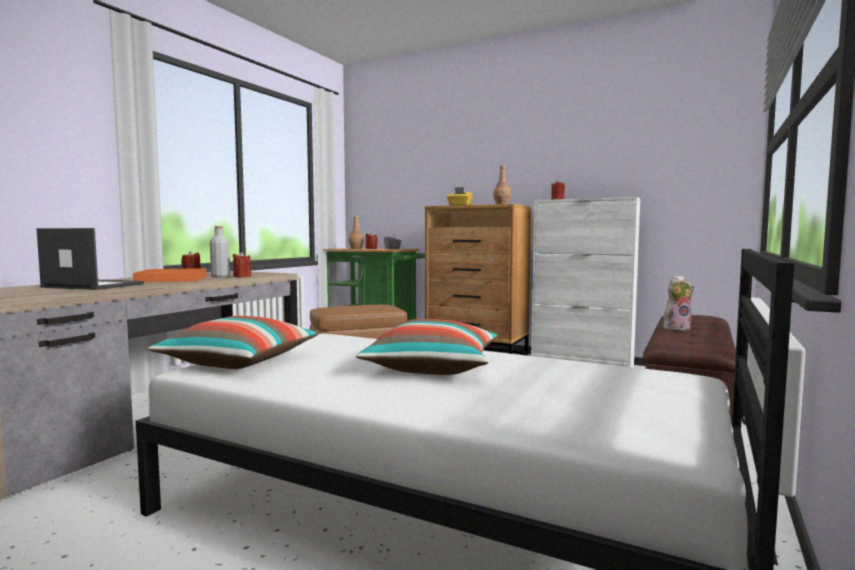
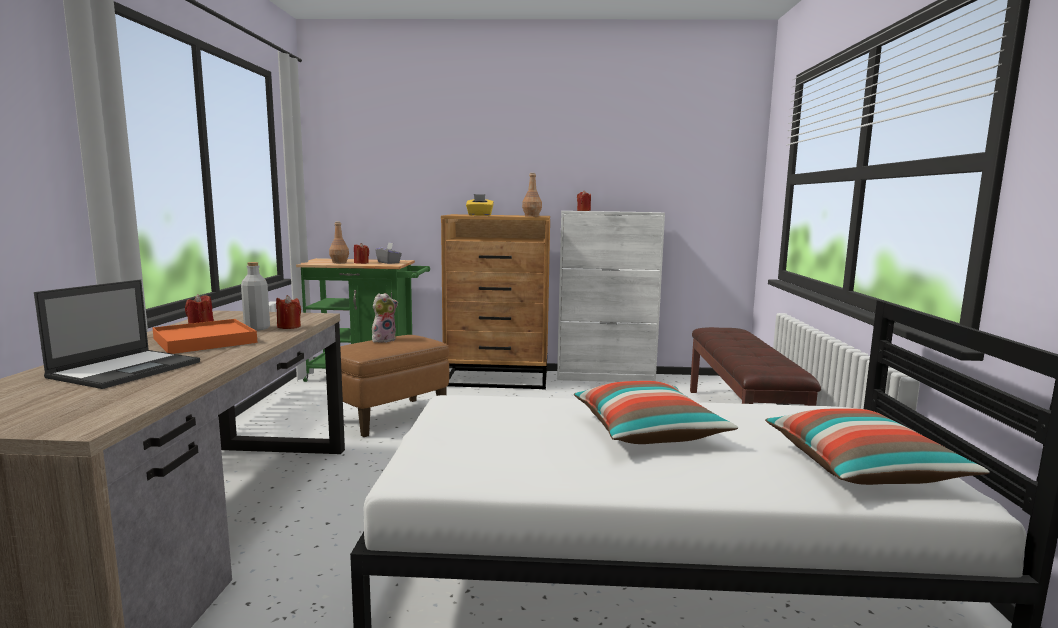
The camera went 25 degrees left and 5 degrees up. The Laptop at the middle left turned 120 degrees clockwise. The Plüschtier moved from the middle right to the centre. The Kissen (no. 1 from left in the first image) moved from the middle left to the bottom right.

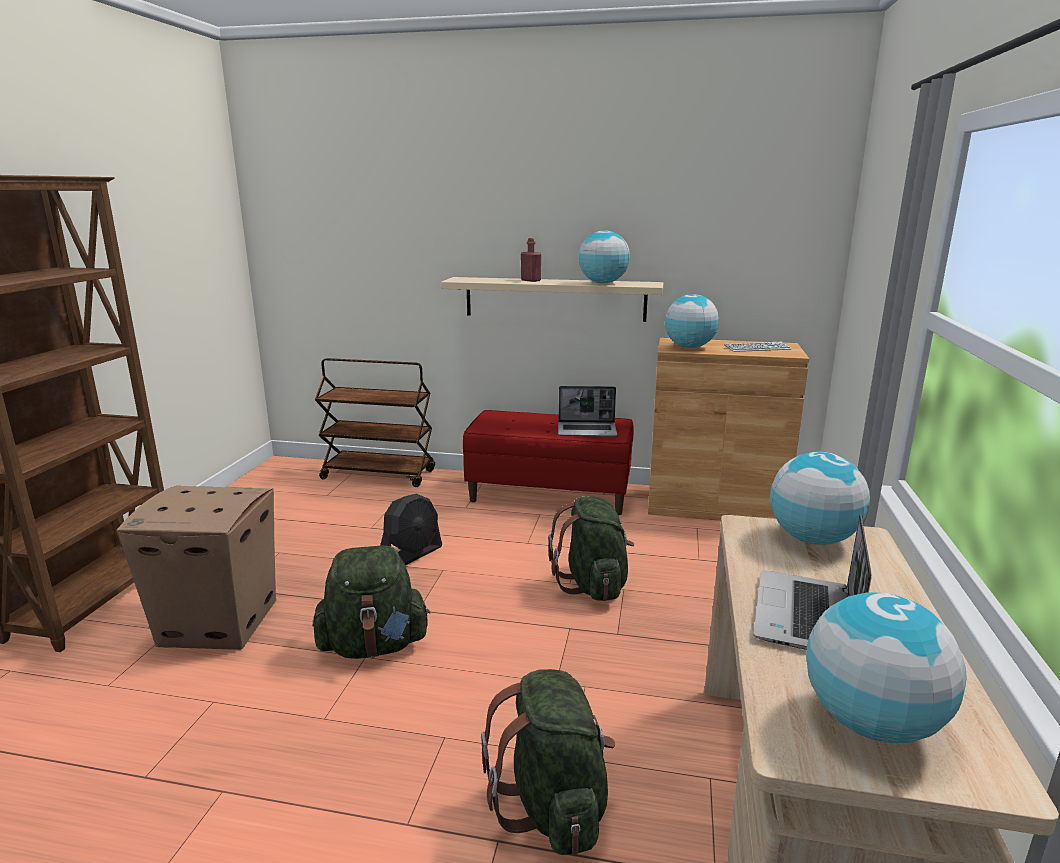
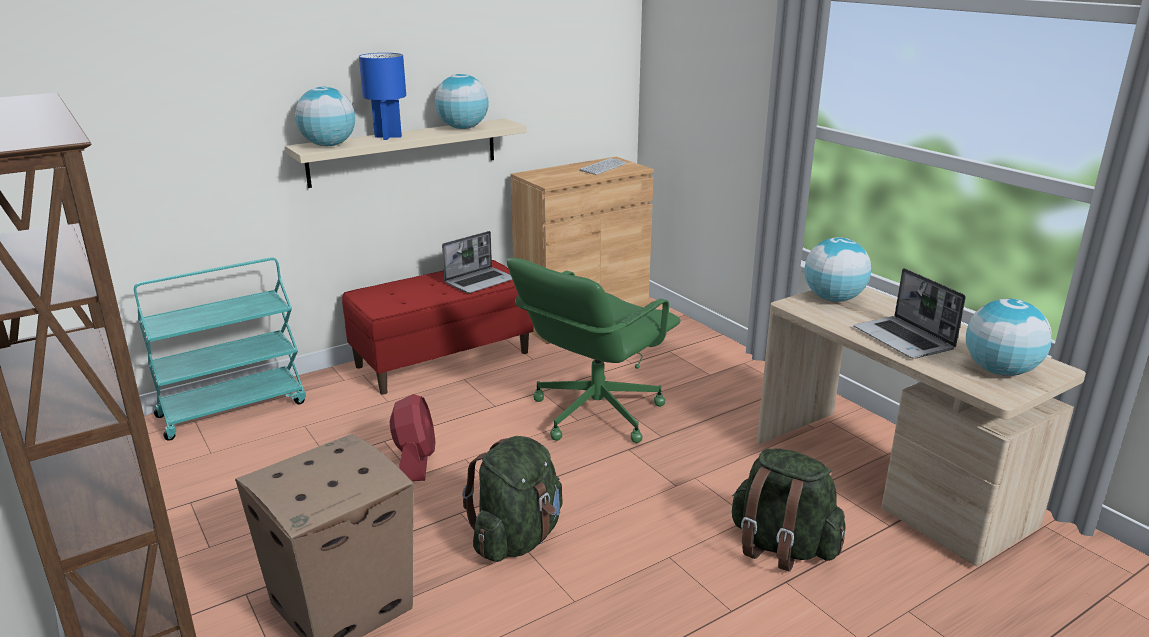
The camera went 45 degrees left and 5 degrees up. The Flasche [rot] at the top centre was replaced by the Tischlampe [blau] at the top left. The Globus (no. 2 from left in the first image) moved from the centre to the top left. The Rollwagen [braun] at the centre became the Rollwagen [türkis] at the middle left. The Ventilator [schwarz] at the centre became the Ventilator [rot] at the bottom centre. The Rucksack [grün] (no. 3 from left) at the centre was replaced by the Bürostuhl [grün] at the centre.

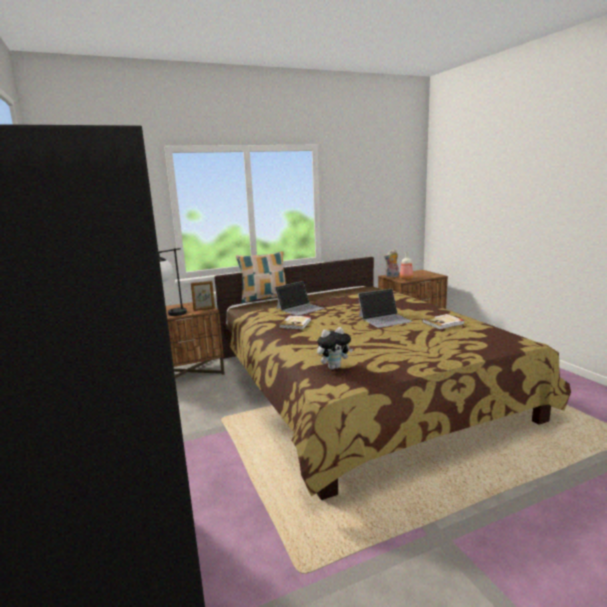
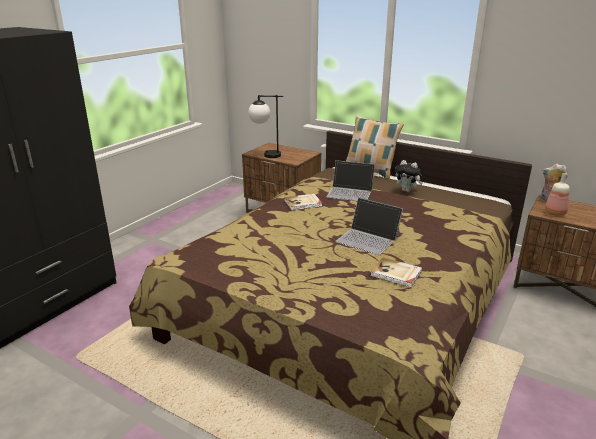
The camera went 55 degrees right and 10 degrees up. The Bilderrahmen at the centre disappeared. The Plüschtier (no. 1 from left) moved from the centre to the middle right.

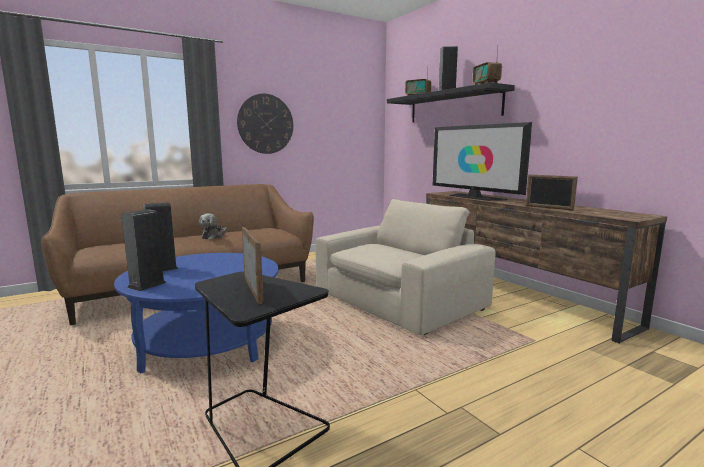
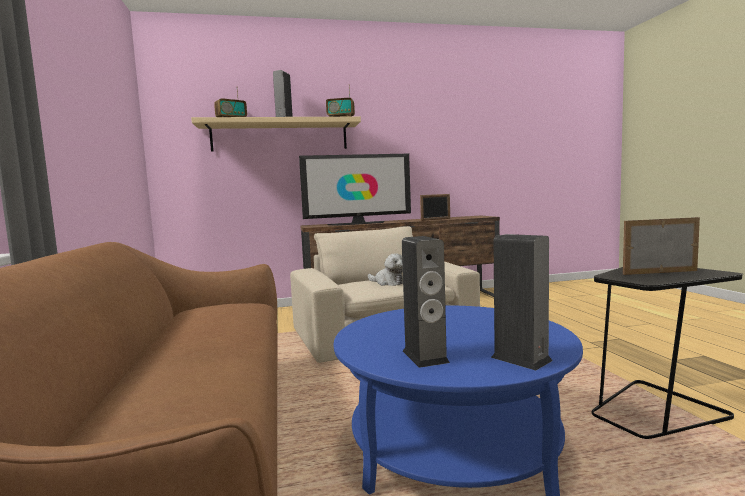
The camera went 70 degrees left and 5 degrees down. The Wandregal [schwarz] at the top centre became the Wandregal [beige] at the top centre. The Wanduhr at the top centre disappeared. The Plüschtier moved from the middle left to the centre.

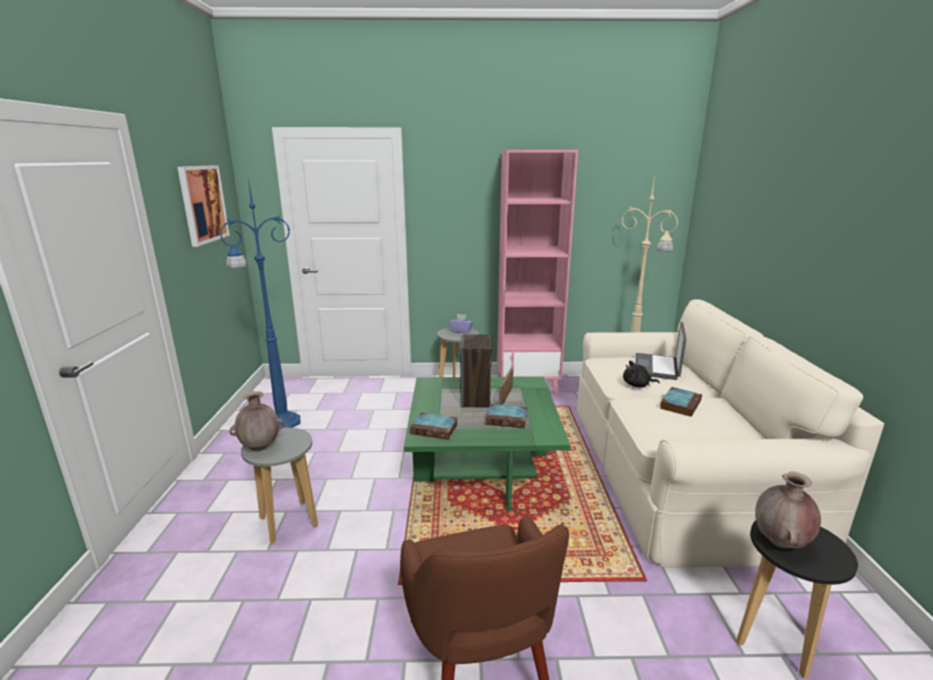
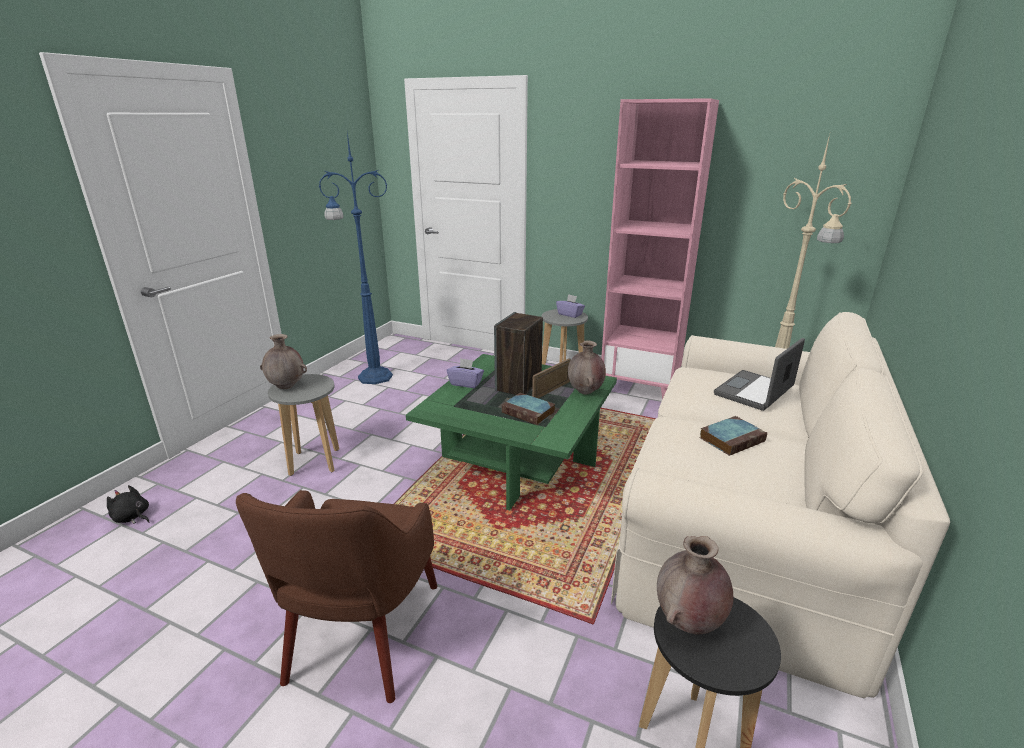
The camera went 25 degrees right and 5 degrees up. The Bild at the top left disappeared. The Plüschtier [schwarz] moved from the middle right to the bottom left. The Buch (no. 1 from left) at the centre disappeared. The Vase [braun] (no. 2 from left) at the centre appeared. The Taschentuchbox [lila] (no. 1 from left) at the centre appeared.

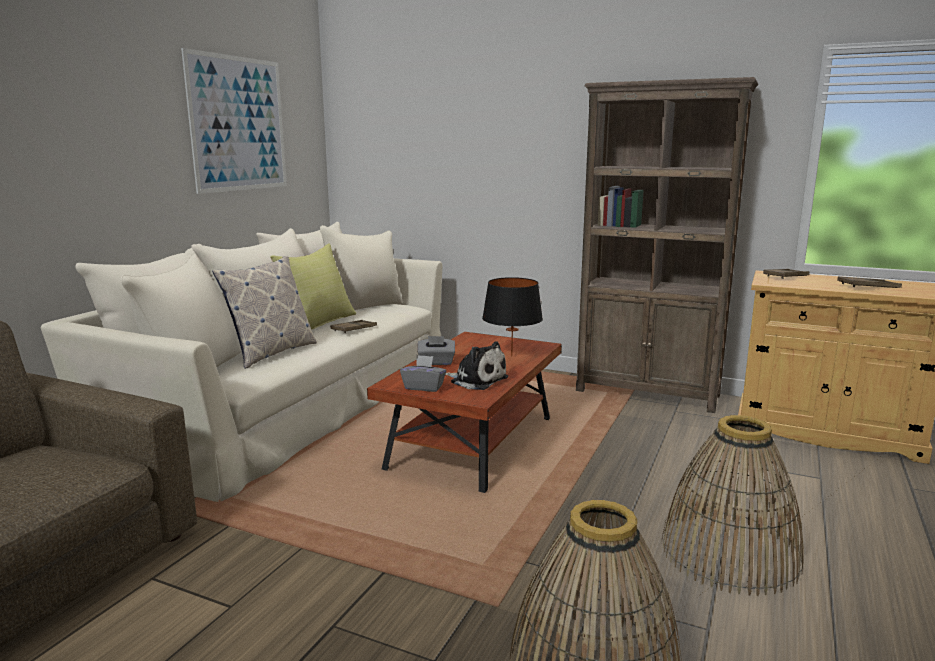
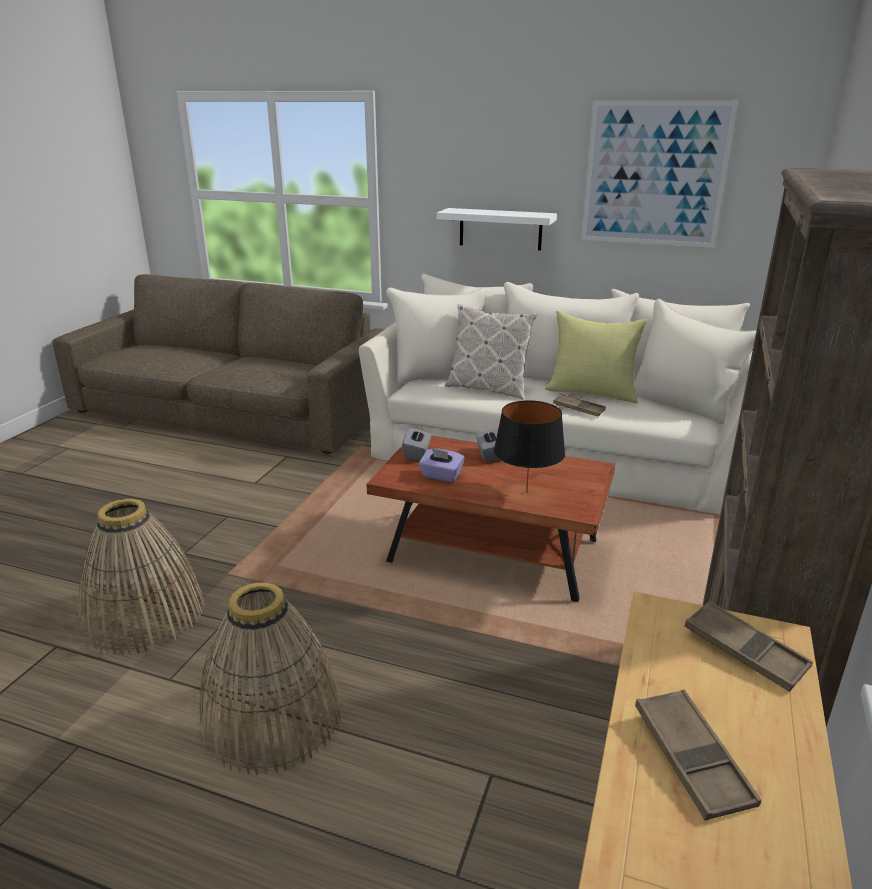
The camera went 85 degrees right and 10 degrees up. The Plüschtier at the centre was replaced by the Taschentuchbox [lila] at the centre. The Wandregal [weiß] at the top centre appeared.

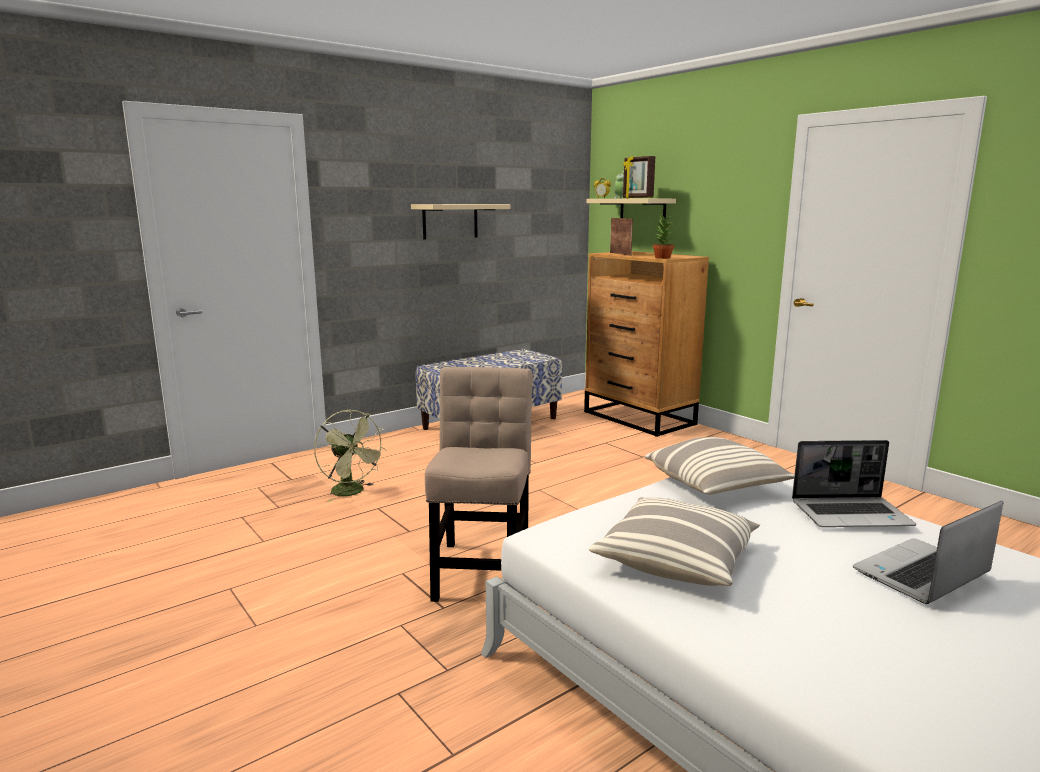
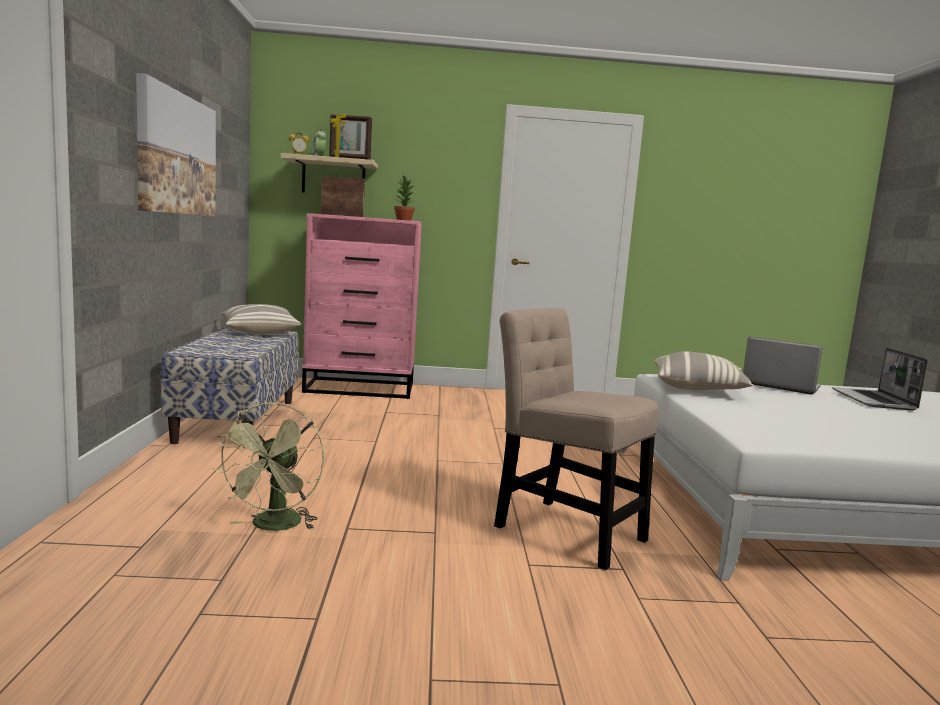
The camera went 55 degrees left and 5 degrees down. The Wandregal [beige] (no. 1 from left) at the top centre was replaced by the Bild at the top left. The Kommode [braun] at the centre became the Kommode [rosa] at the centre. The Ventilator [grün] at the centre turned 105 degrees clockwise. The Laptop (no. 1 from left) at the middle right turned 90 degrees counterclockwise. The Kissen (no. 1 from left) moved from the bottom centre to the middle left.

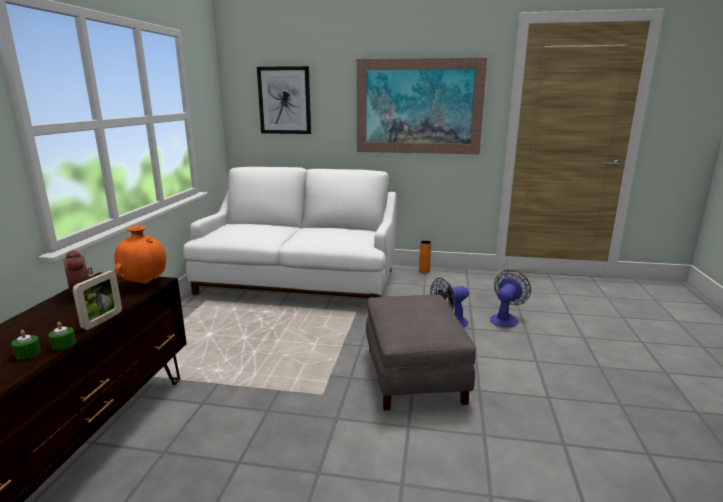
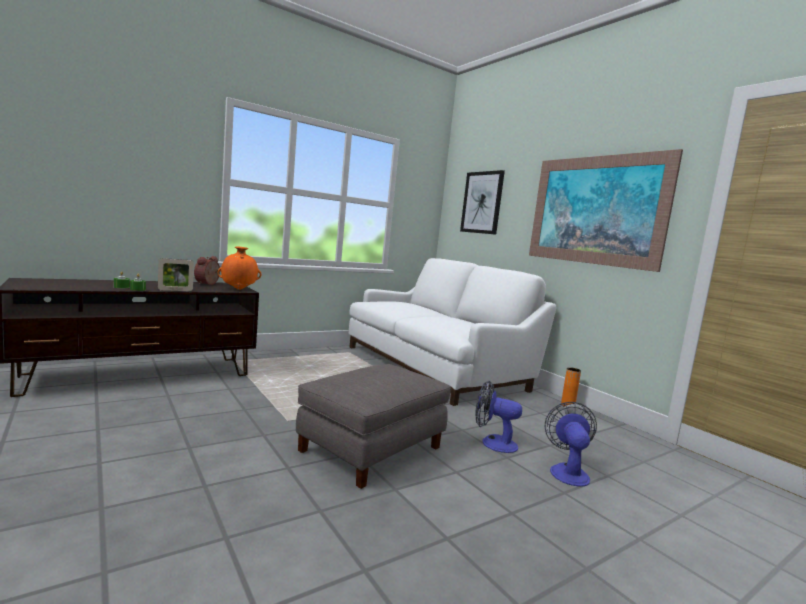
The camera went 45 degrees right and 10 degrees down. The Ventilator (no. 2 from left) at the middle right turned 75 degrees counterclockwise.

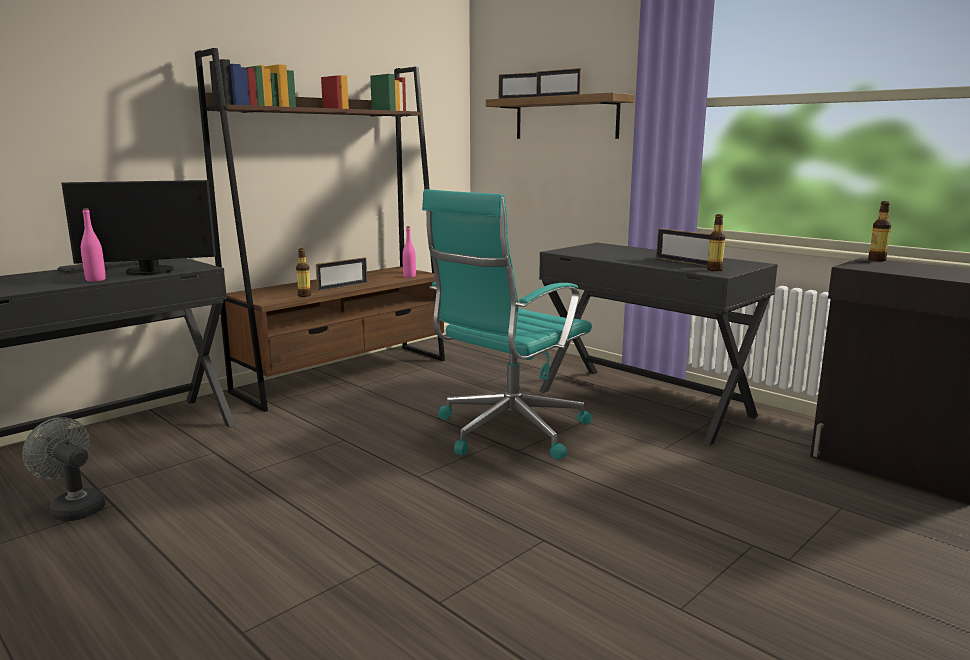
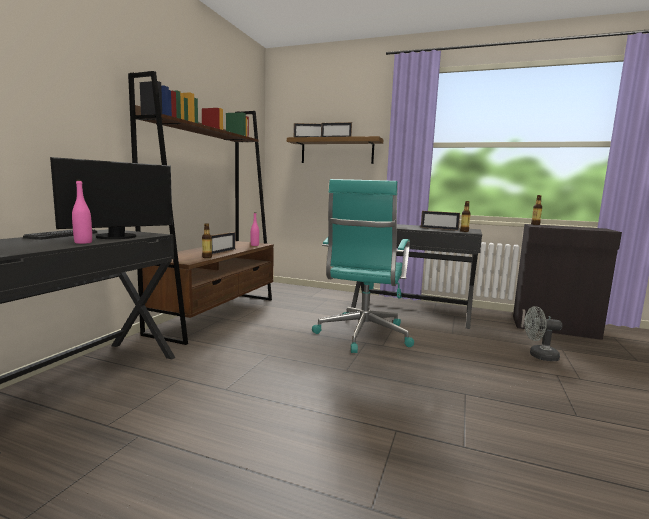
The camera went 25 degrees left and 5 degrees down. The Ventilator [grau] moved from the bottom left to the middle right.

